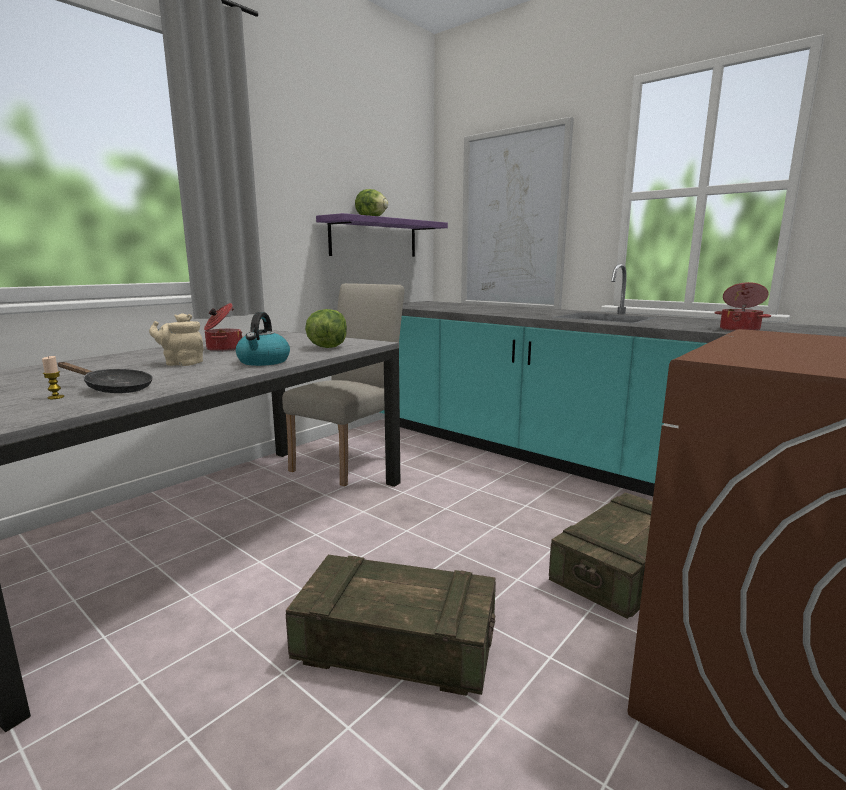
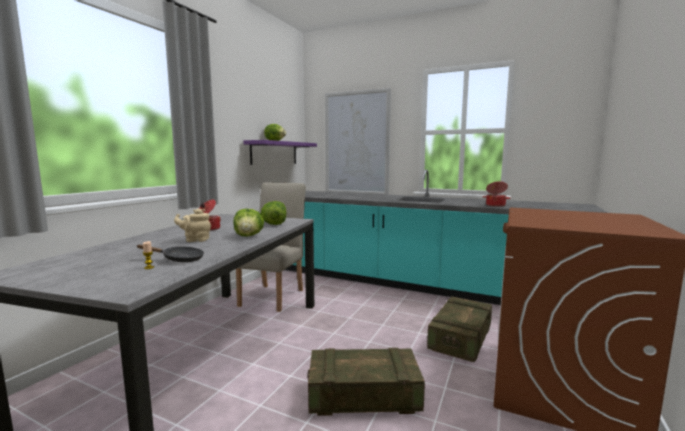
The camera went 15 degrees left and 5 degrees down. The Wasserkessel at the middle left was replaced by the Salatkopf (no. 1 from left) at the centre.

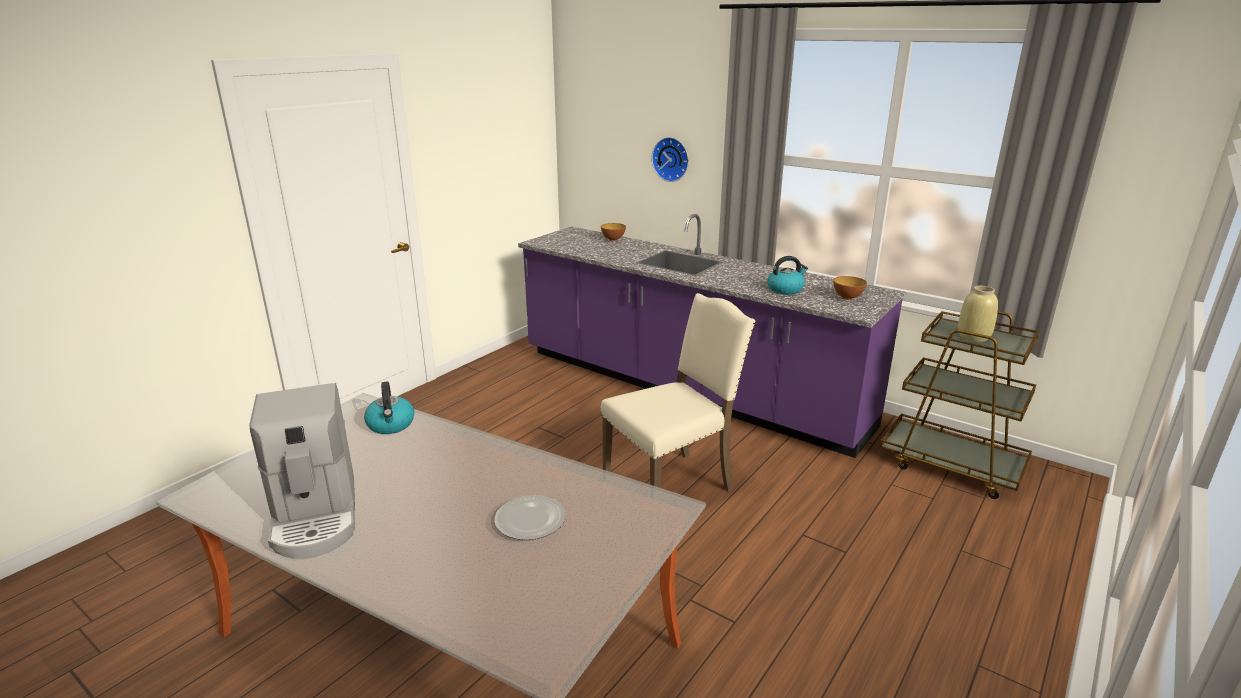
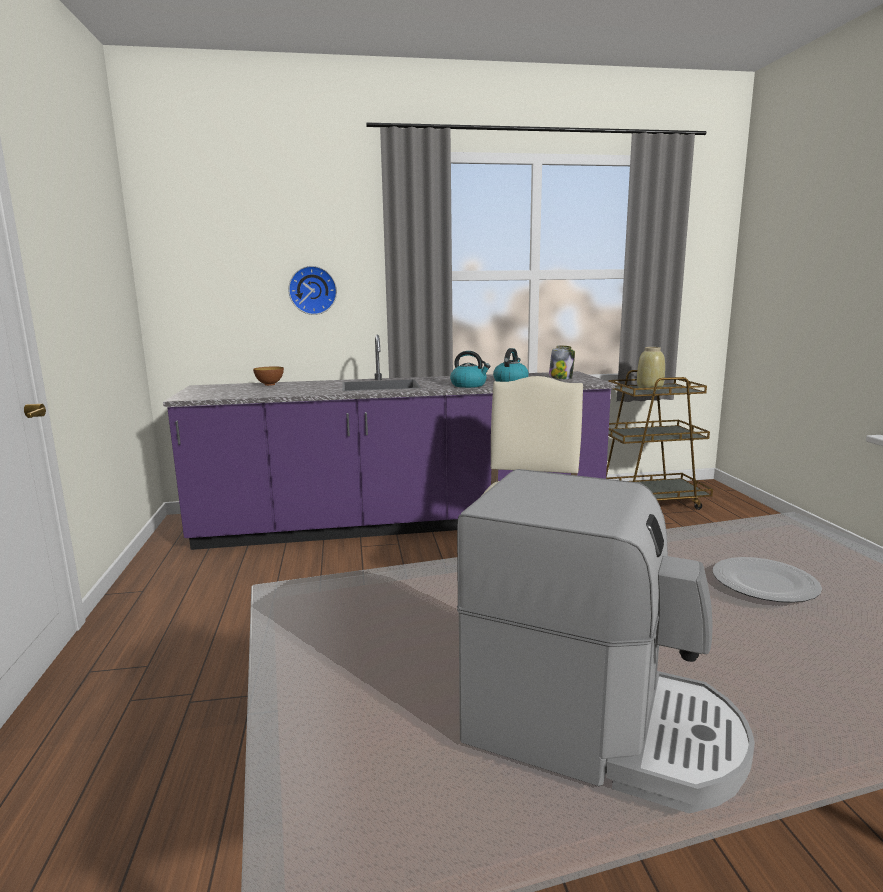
The camera went 45 degrees left and 10 degrees down. The Schüssel (no. 2 from left) at the middle right was replaced by the Vorratsglas at the centre. The Wasserkessel (no. 1 from left) moved from the middle left to the centre.

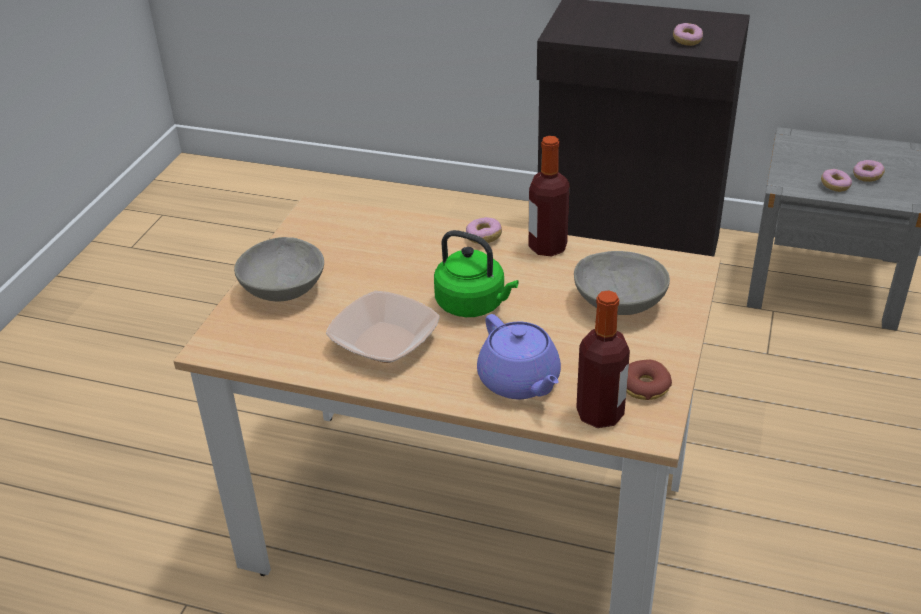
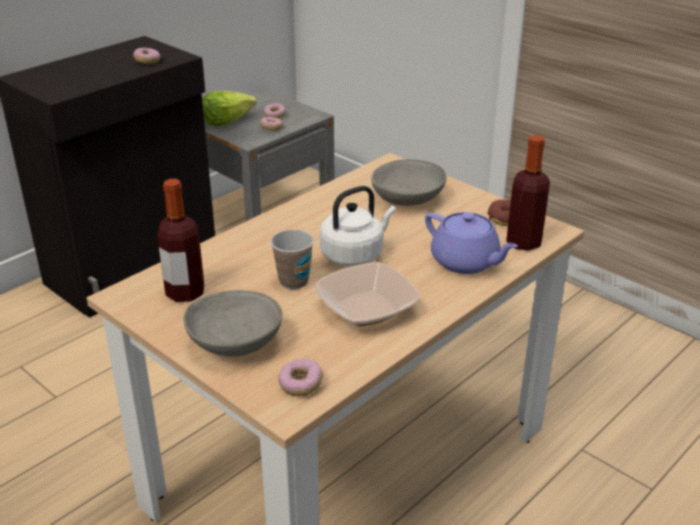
The camera went 65 degrees left and 5 degrees down. The Flasche (no. 1 from left) moved from the top centre to the middle left. The Donut (no. 1 from left in the first image) moved from the centre to the bottom centre. The Wasserkessel [grün] at the centre became the Wasserkessel [weiß] at the centre. The Teekanne [lila] at the centre turned 45 degrees clockwise. The Salatkopf at the top left appeared. The Tasse at the centre appeared.

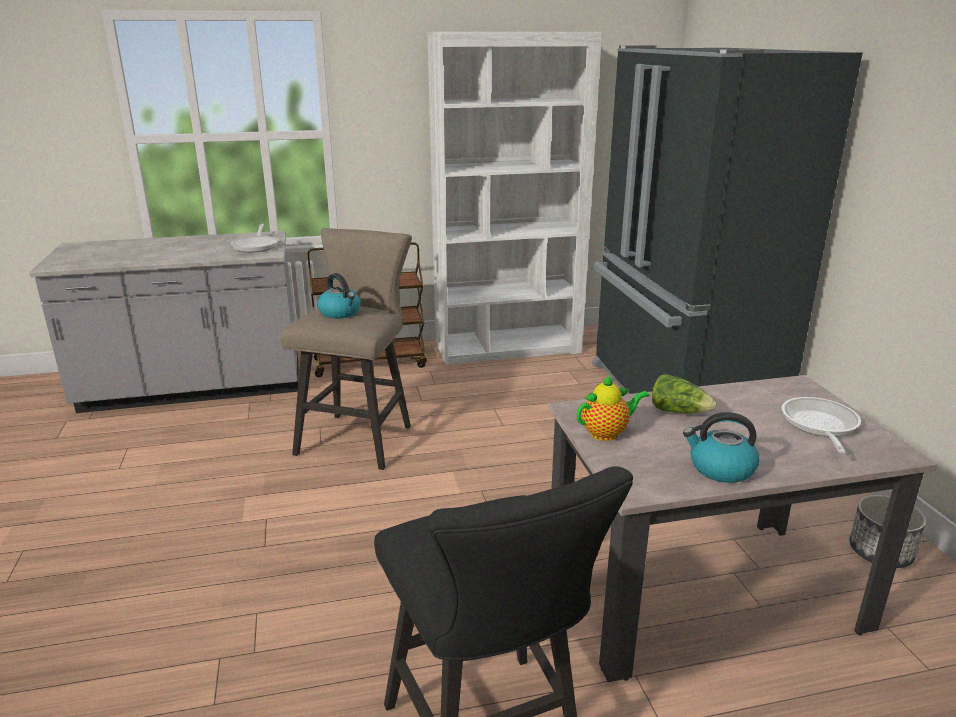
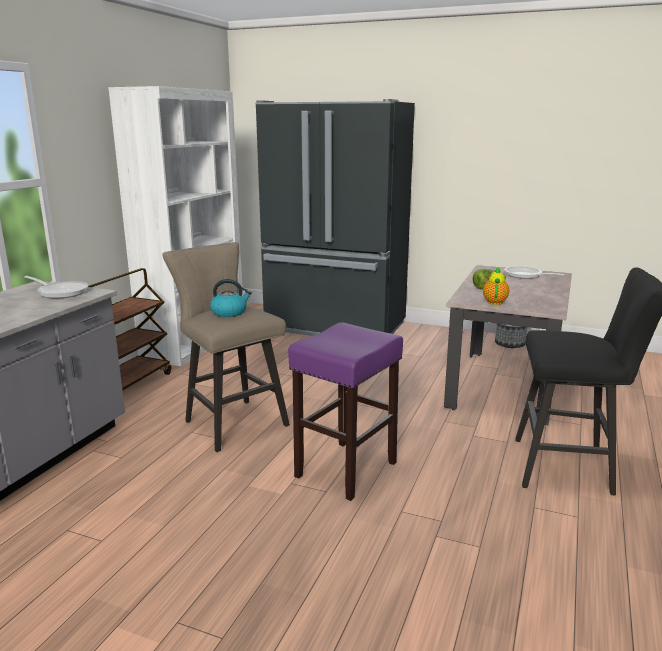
The camera went 55 degrees left and 5 degrees down. The Wasserkessel (no. 2 from left) at the middle right disappeared. The Hocker [lila] at the centre appeared.

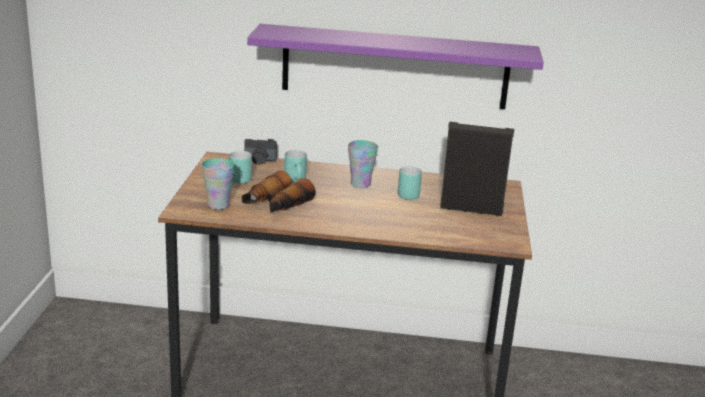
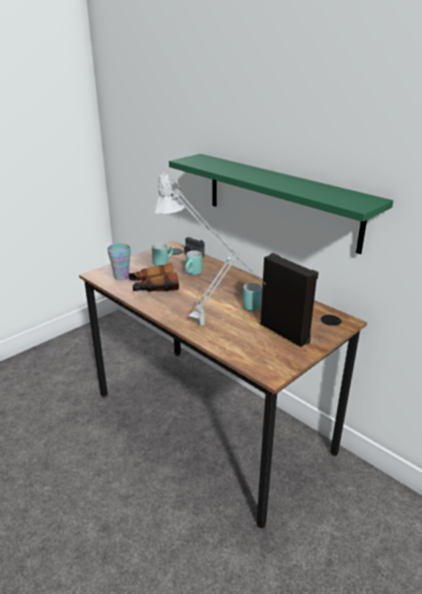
The camera went 40 degrees right and 5 degrees up. The Wandregal [lila] at the top centre became the Wandregal [grün] at the centre. The Tasse (no. 2 from left) at the centre disappeared. The Tischlampe [grau] at the centre appeared.

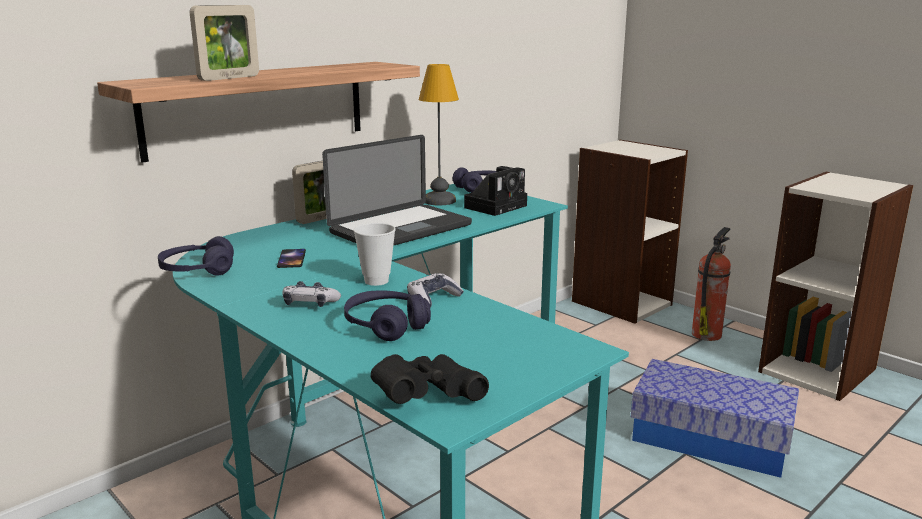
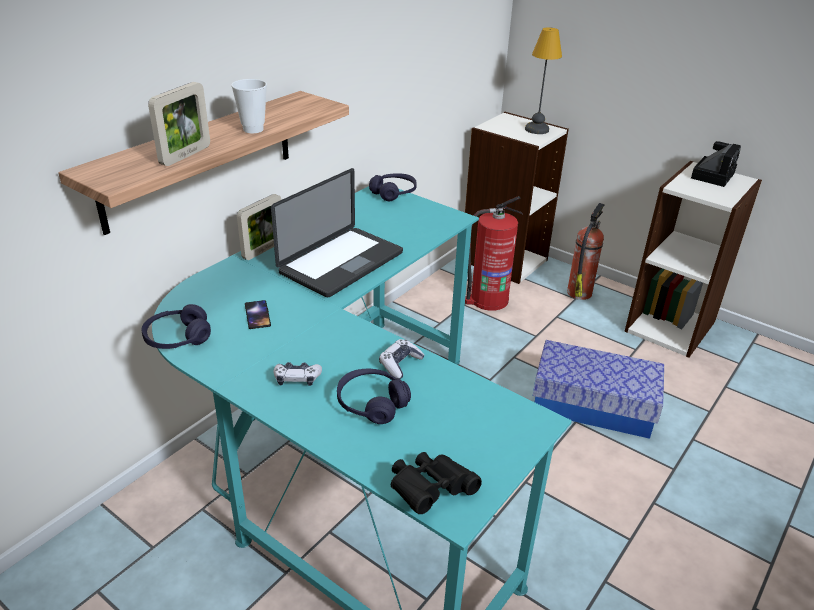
The camera went 10 degrees left and 15 degrees up. The Tischlampe moved from the top centre to the top right. The Kamera moved from the centre to the top right. The Tasse moved from the centre to the top left. The Feuerlöscher (no. 1 from left) at the centre appeared.

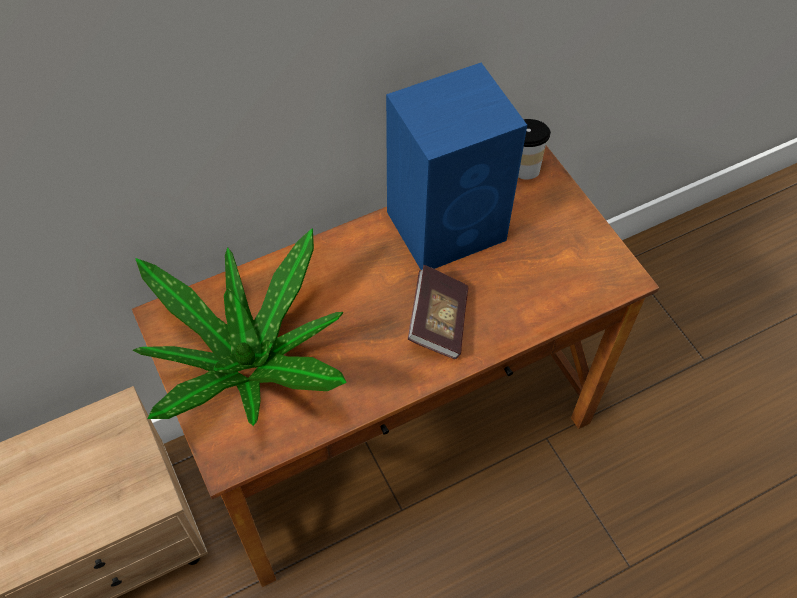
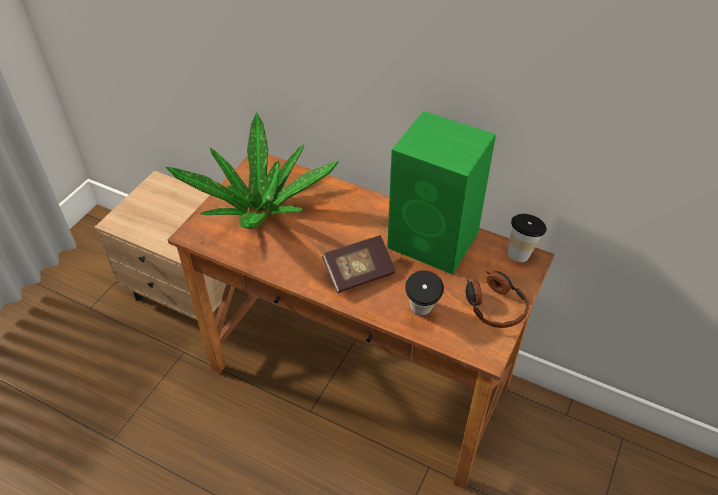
The camera went 55 degrees right and 10 degrees down. The Lautsprecher [blau] at the top centre became the Lautsprecher [grün] at the centre. The Tasse (no. 1 from left) at the centre appeared. The Kopfhörer at the middle right appeared.

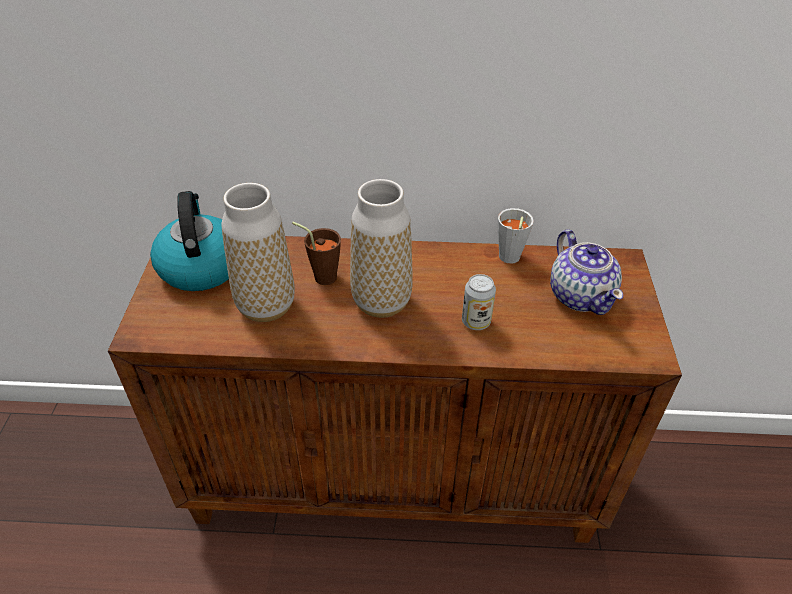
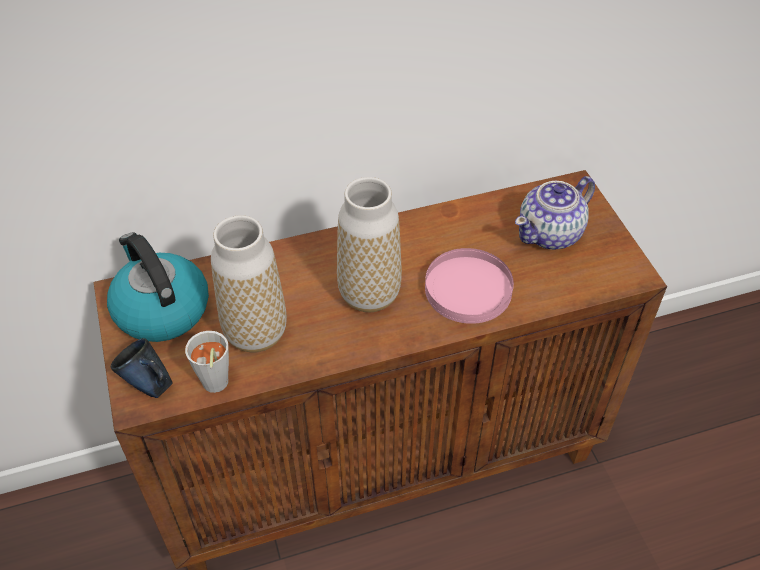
The camera went 20 degrees left and 5 degrees up. The Tasse [grau] moved from the centre to the middle left. The Tasse [braun] at the centre disappeared. The Teekanne at the middle right turned 90 degrees clockwise. The Dose at the centre was replaced by the Teller [rosa] at the centre. The Henkelbecher [blau] at the middle left appeared.

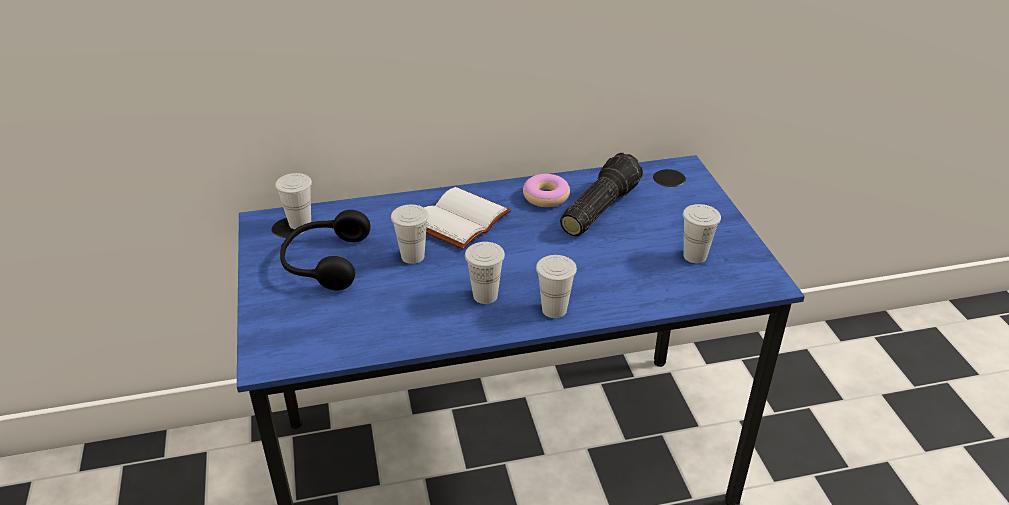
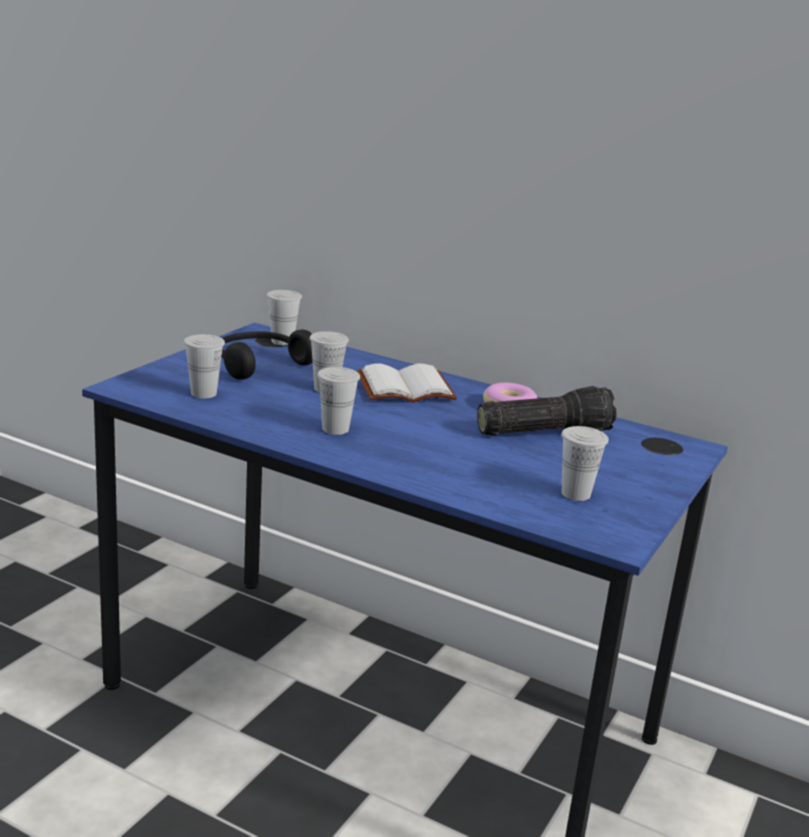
The camera went 40 degrees right and 15 degrees down. The Tasse [weiß] (no. 4 from left in the first image) moved from the centre to the middle left.

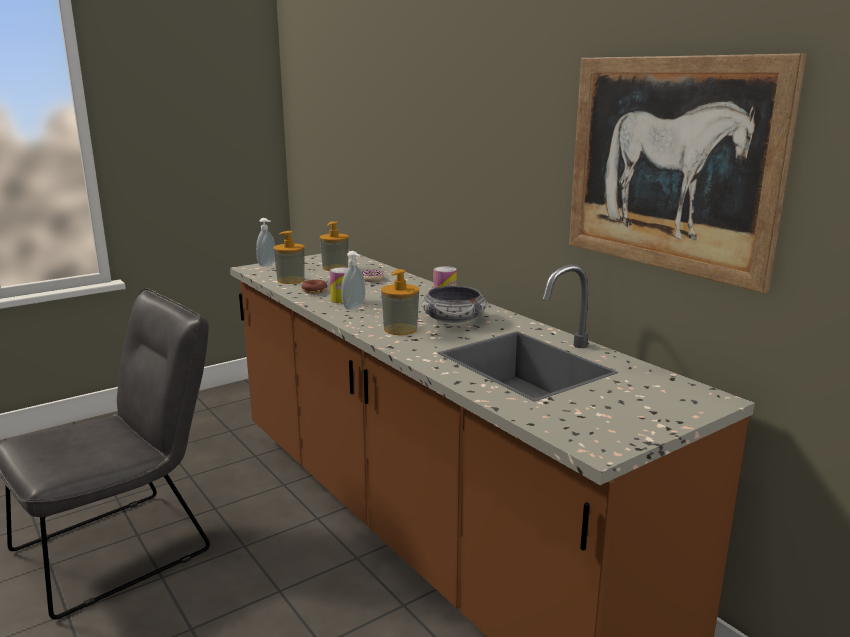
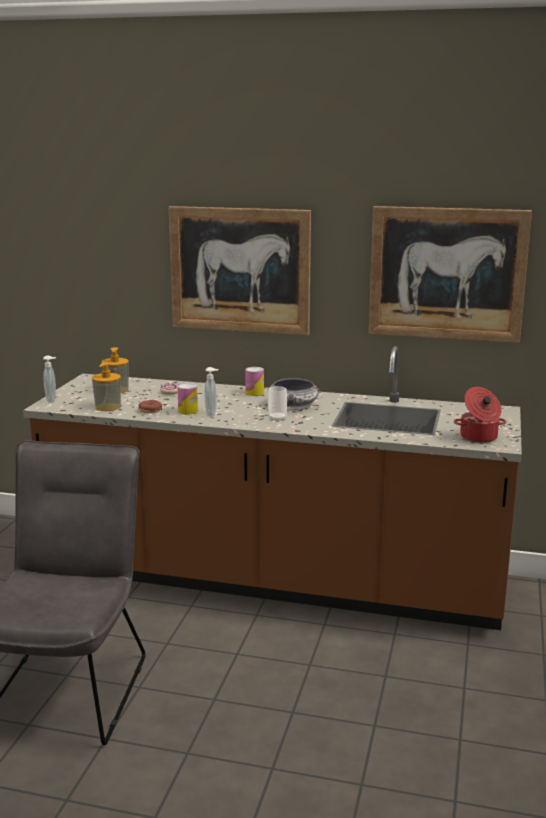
The camera went 40 degrees left and 0 degrees up. The Seifenspender (no. 5 from left) at the centre was replaced by the Tasse at the centre. The Bild (no. 1 from left) at the top centre appeared. The Kochtopf at the middle right appeared.

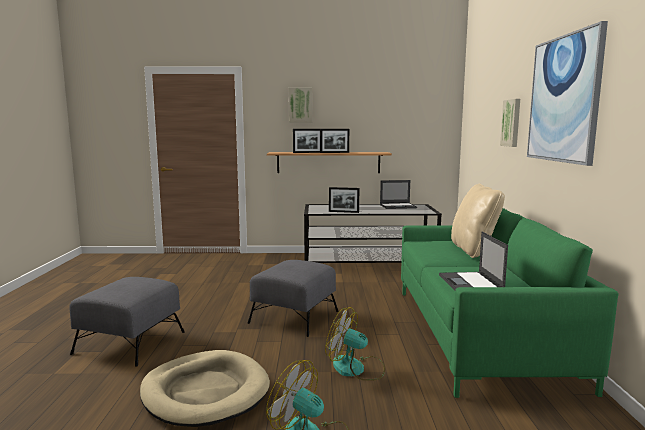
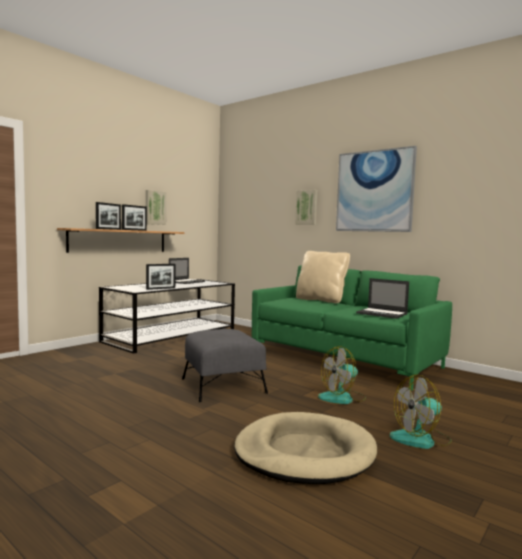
The camera went 50 degrees left and 5 degrees down. The Bild (no. 1 from left) moved from the top centre to the middle left. The Polsterhocker [grau] (no. 1 from left) at the bottom left disappeared.

